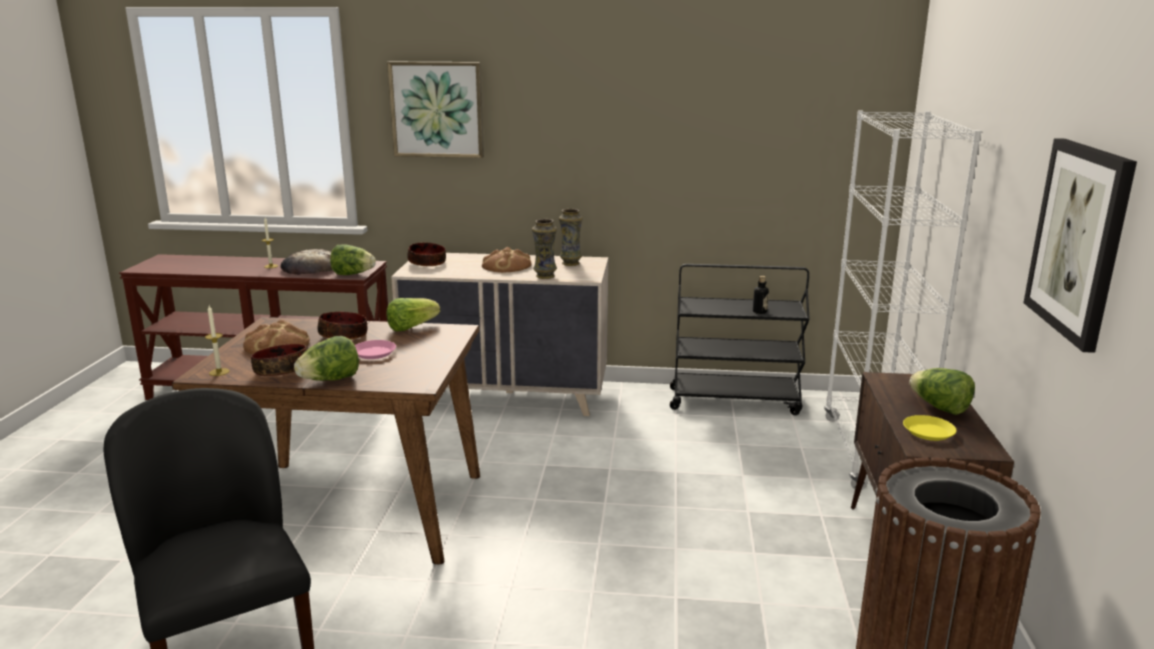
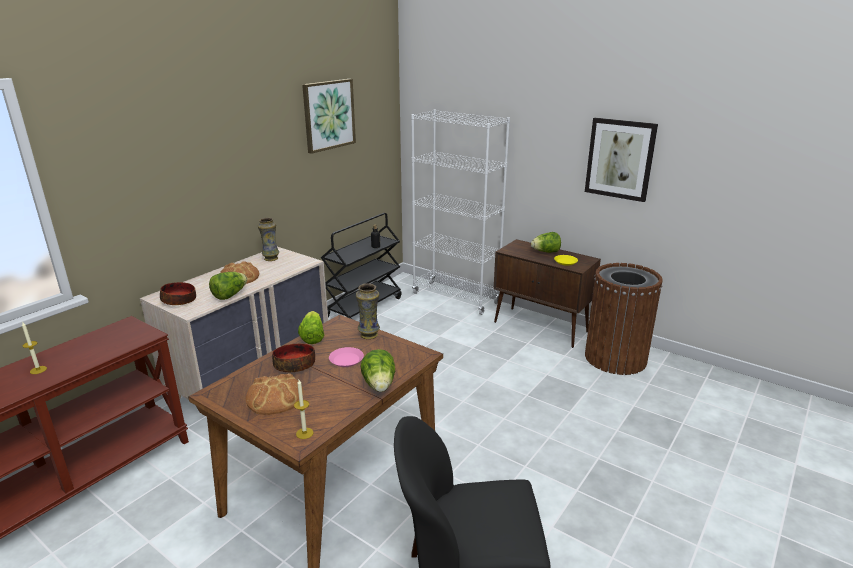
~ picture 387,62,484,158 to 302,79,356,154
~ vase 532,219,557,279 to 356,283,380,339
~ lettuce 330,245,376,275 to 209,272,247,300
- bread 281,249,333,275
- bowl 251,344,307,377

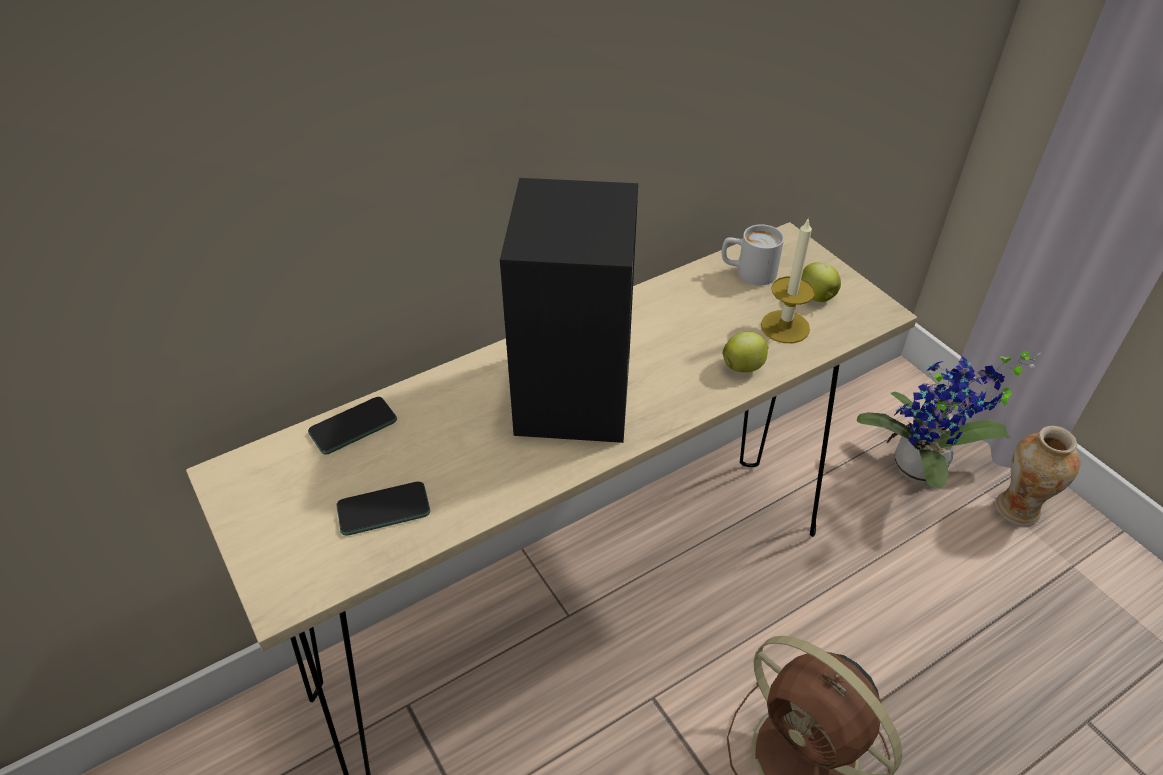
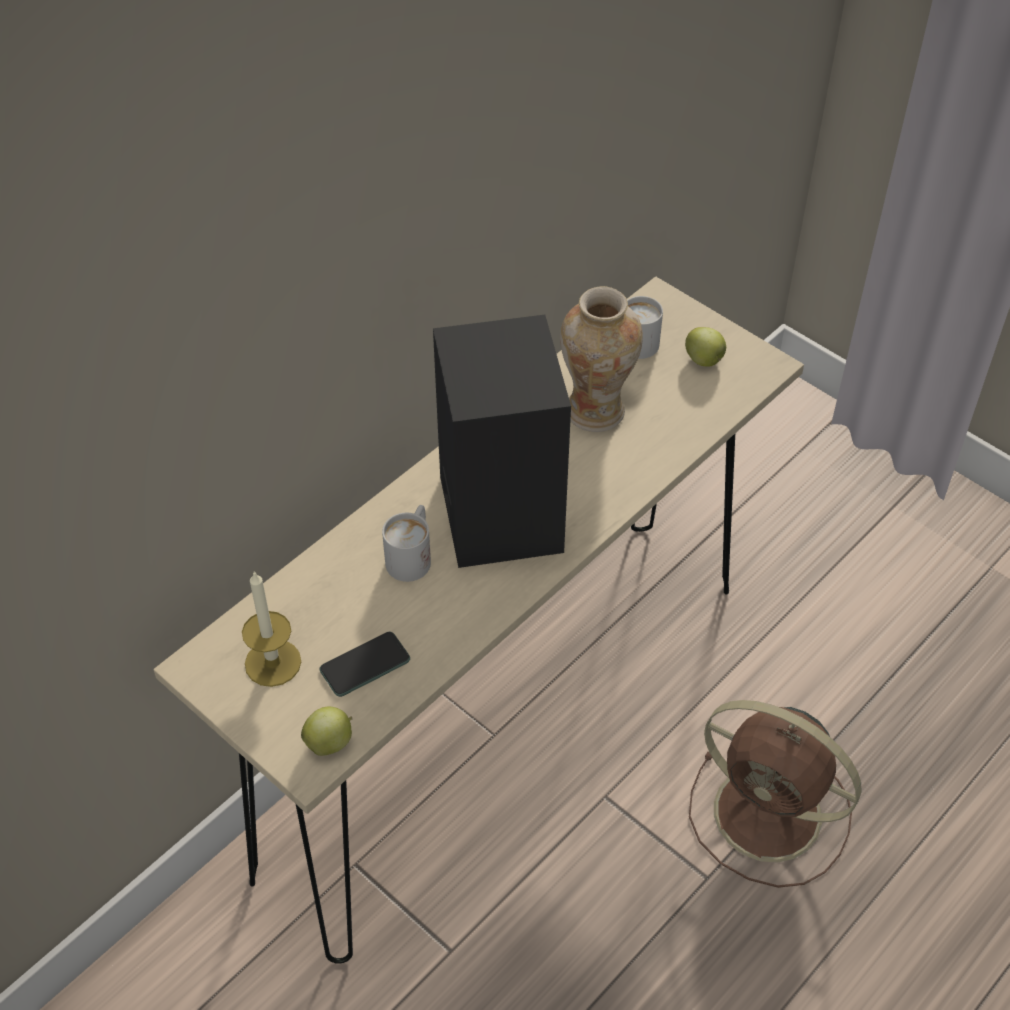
~ candle 761,217,815,343 to 242,571,301,687
~ apple 723,332,769,372 to 301,707,352,756
- potted_plant 857,351,1042,488
- phone 308,397,397,455
~ vase 995,426,1080,526 to 560,286,643,432
+ white_mug 382,505,431,582

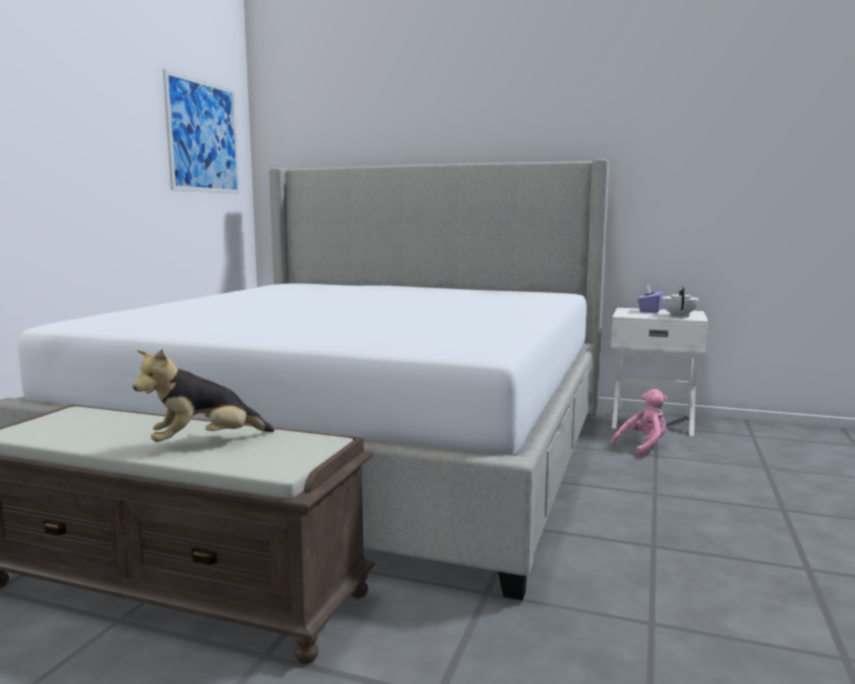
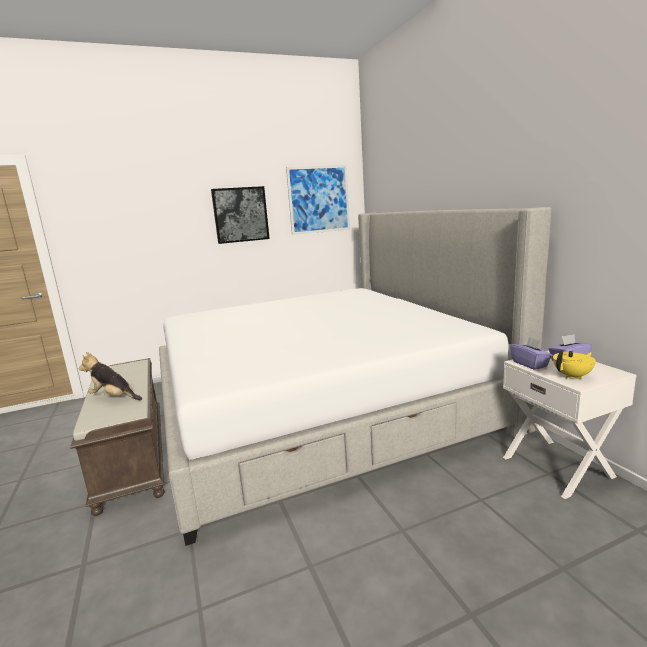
~ white_teapot 662,287,699,318 to yellow_teapot 553,350,596,380
- pink_plush_toy 611,389,667,457
+ picture 211,186,270,244
+ purple_tissue_box 510,337,552,370

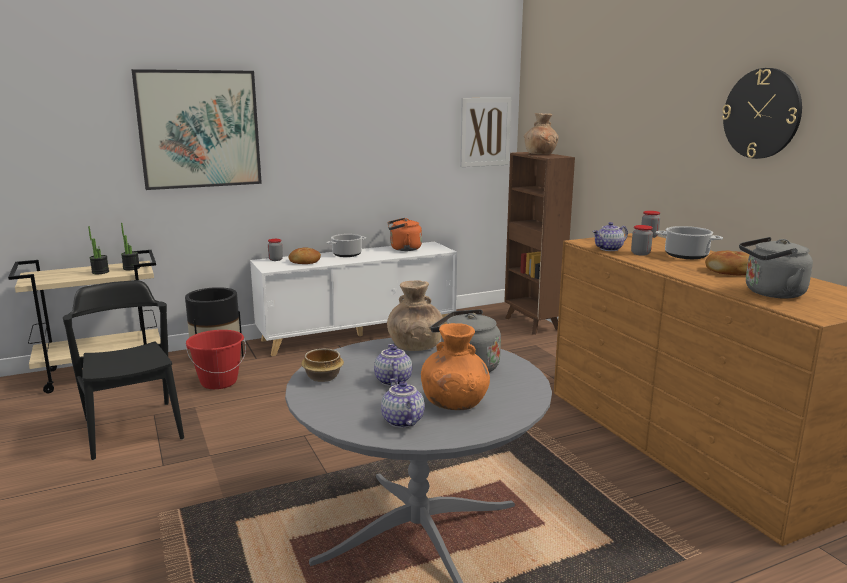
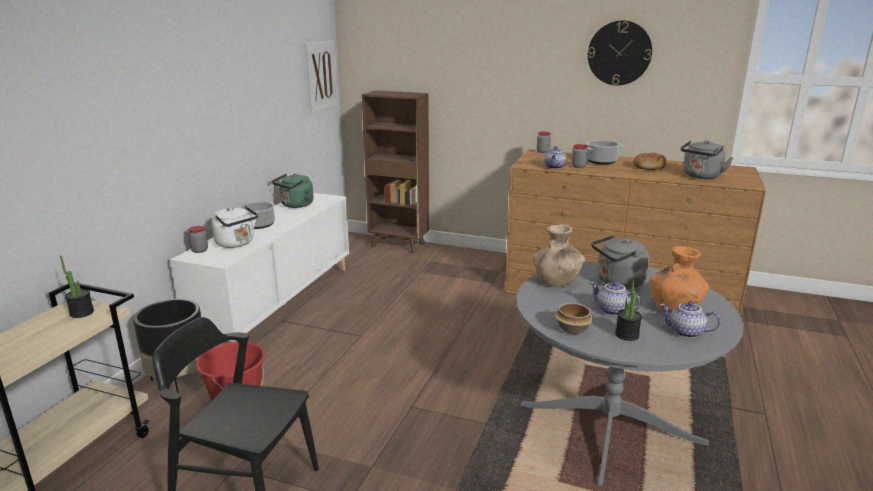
- picture 131,69,262,190
- brown_vase 524,113,559,154
~ orange_kettle 388,218,422,251 to green_kettle 272,174,313,208
~ potted_plant 88,226,109,274 to 615,275,642,341
~ bread 289,247,321,264 to white_kettle 211,206,258,248

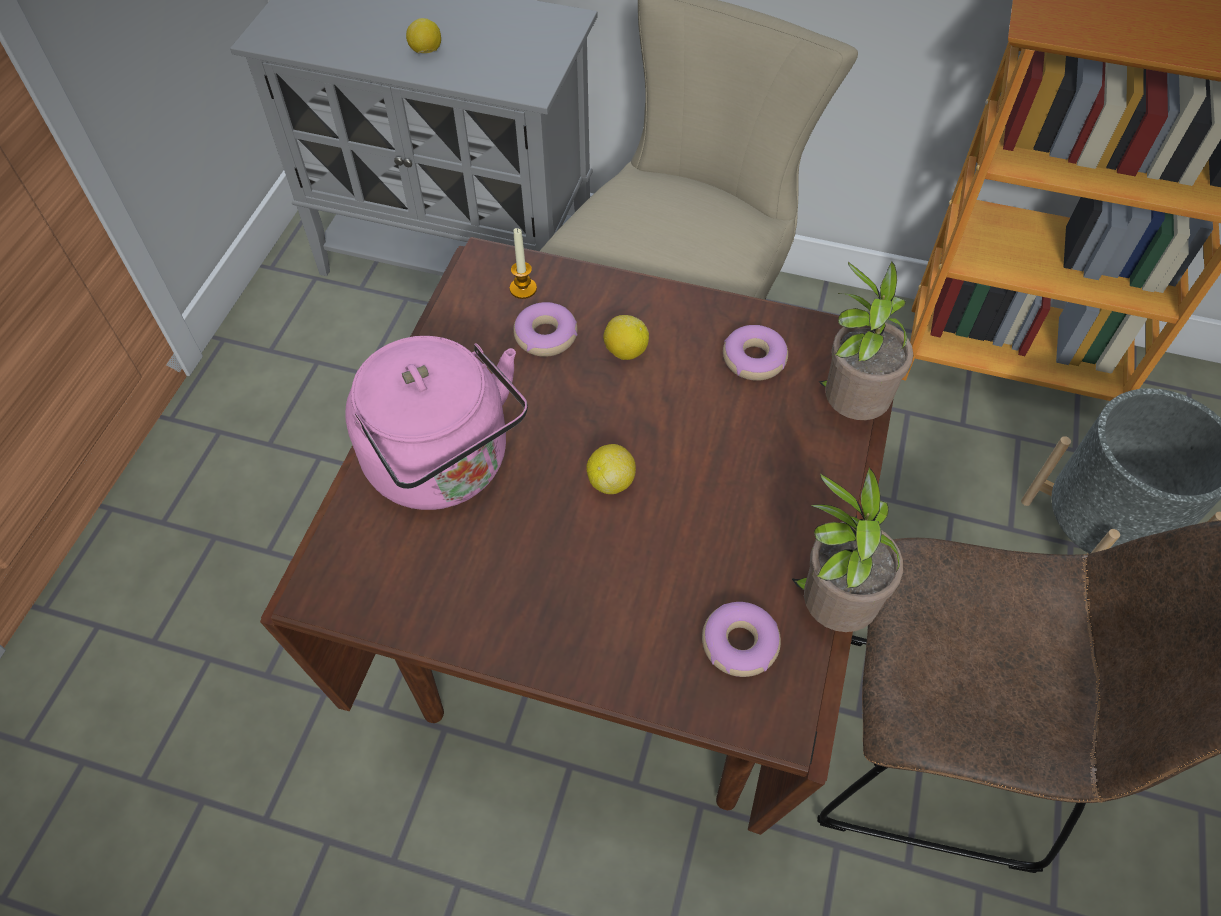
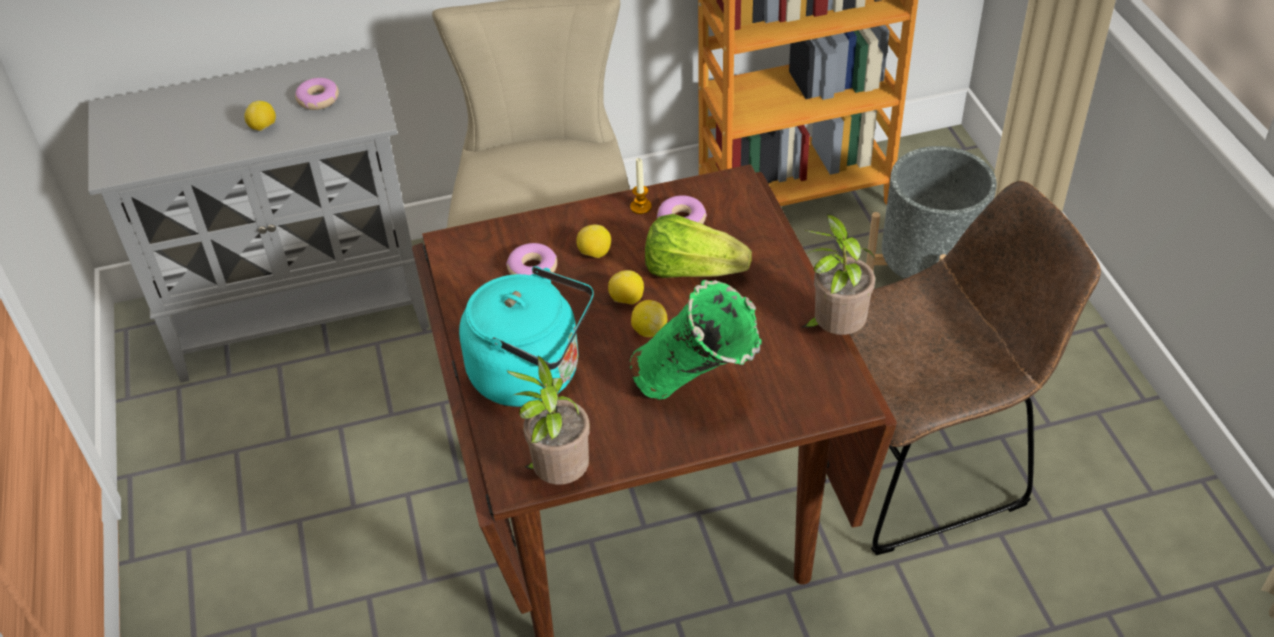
~ candle 509,228,537,299 to 630,158,652,214
~ potted_plant 818,261,913,420 to 507,356,590,485
~ pink_kettle 345,336,528,510 to turquoise_kettle 459,266,594,407
~ donut 702,602,781,677 to 295,78,339,110
+ lettuce 645,214,752,278
+ lemon 608,270,644,304
+ green_vase 630,280,762,399

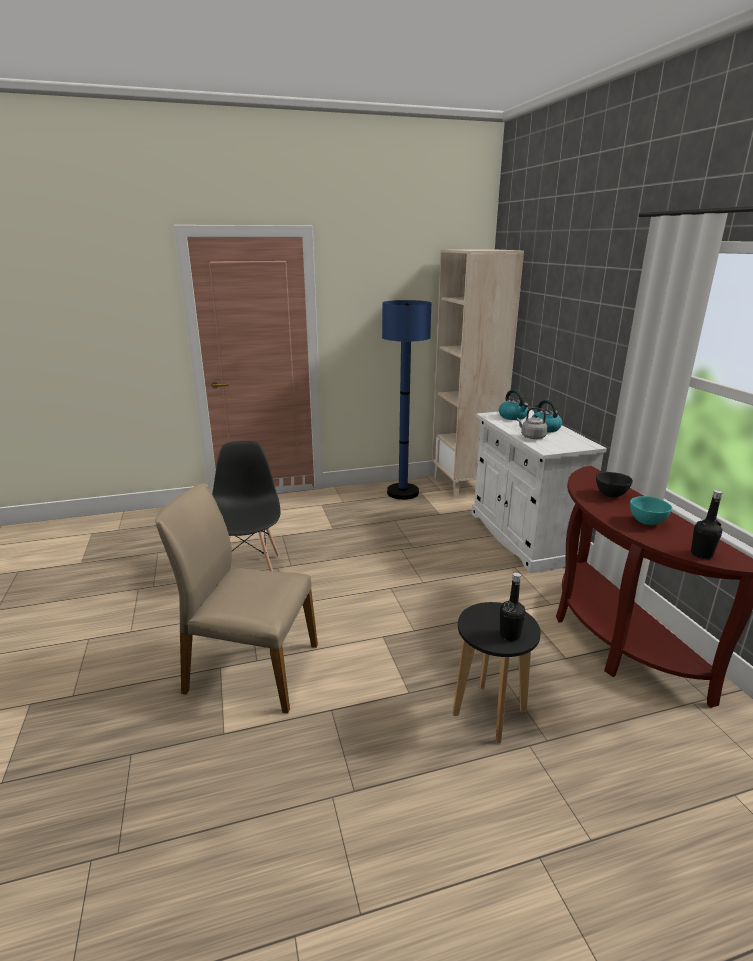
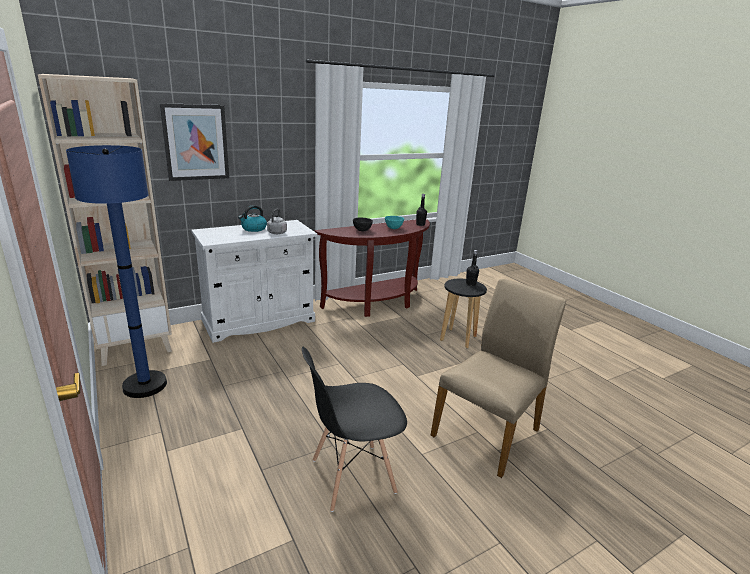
- kettle 499,390,528,420
~ beige_chair 155,483,318,714 = 431,279,566,478 135 degrees counterclockwise
+ picture 160,103,229,181

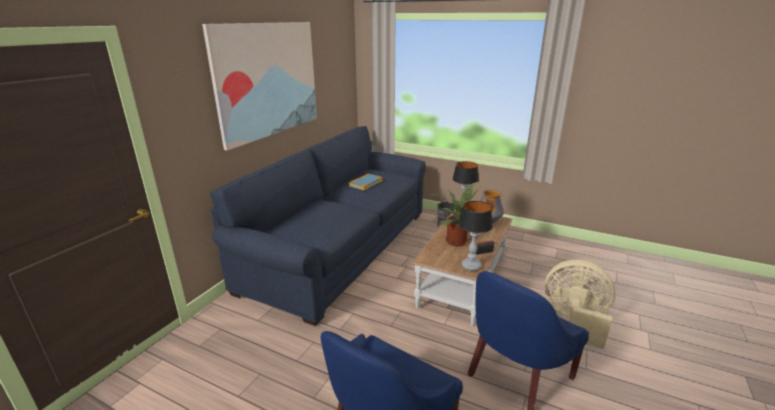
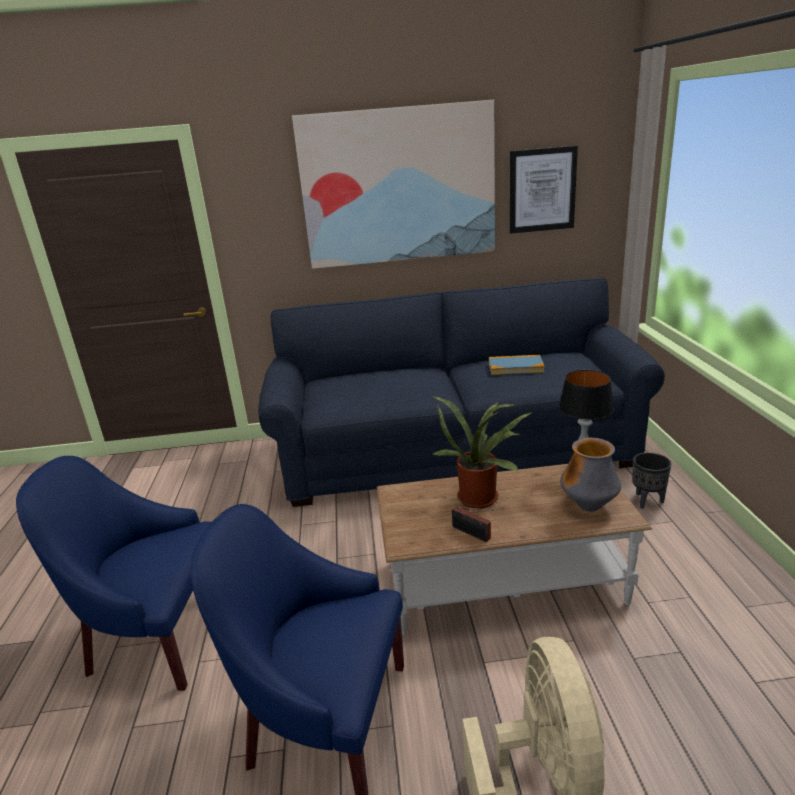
- table_lamp 459,201,493,271
+ picture 510,146,578,234

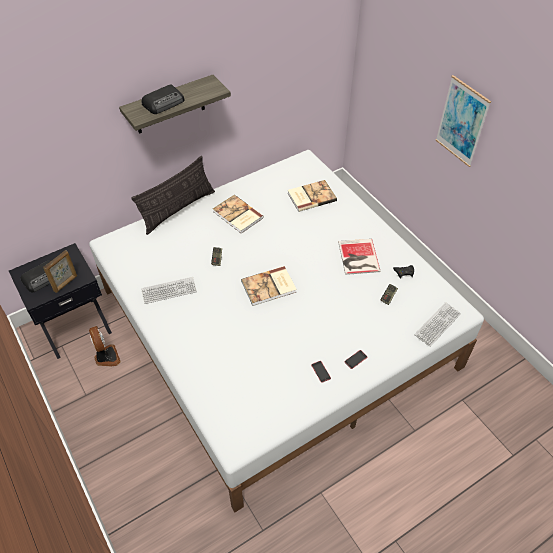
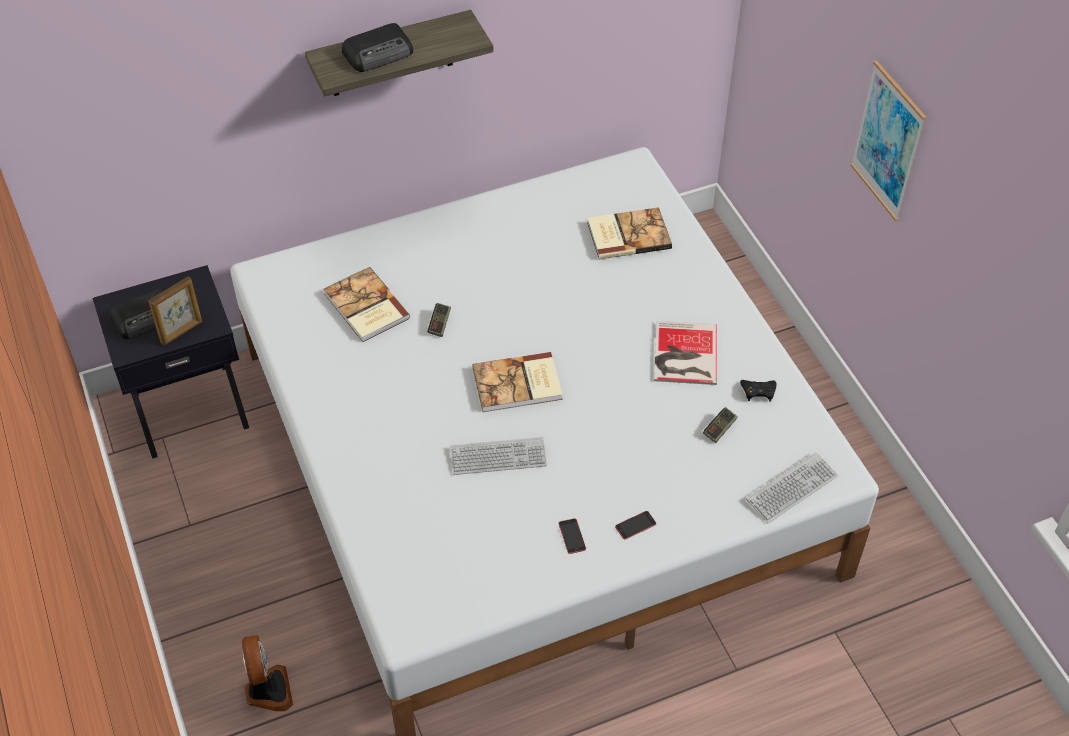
- pillow 132,156,215,235
~ book 213,195,264,234 to 324,267,410,342
~ keyboard 141,277,197,304 to 450,437,547,475
~ fan 89,326,121,366 to 242,634,293,711

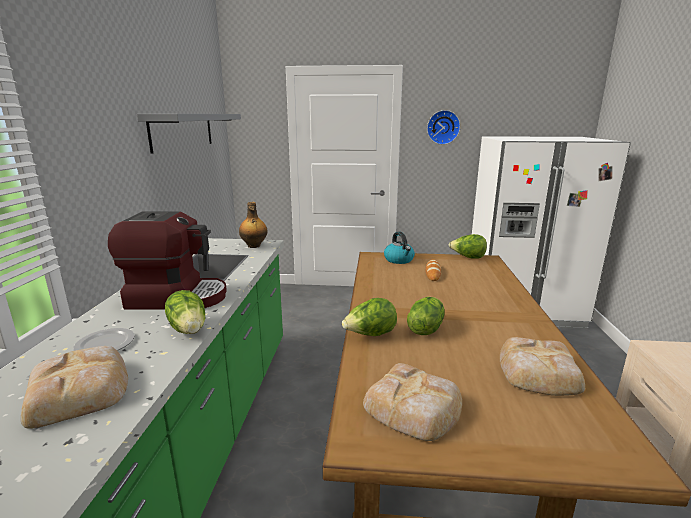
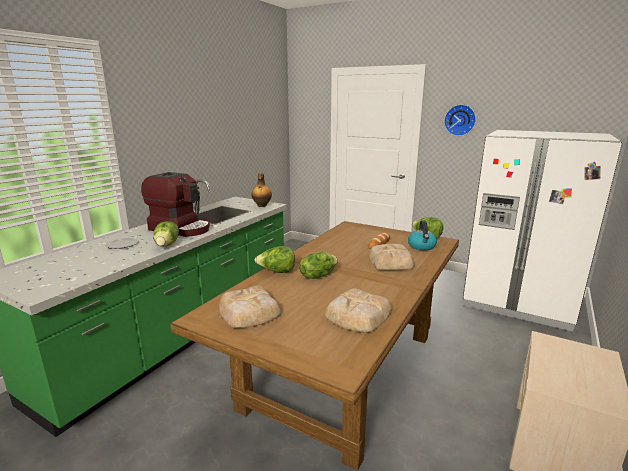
- grey_shelf 137,114,241,154
~ kettle 384,232,415,264 to 408,220,437,250
~ bread 21,346,128,429 to 369,244,415,270

